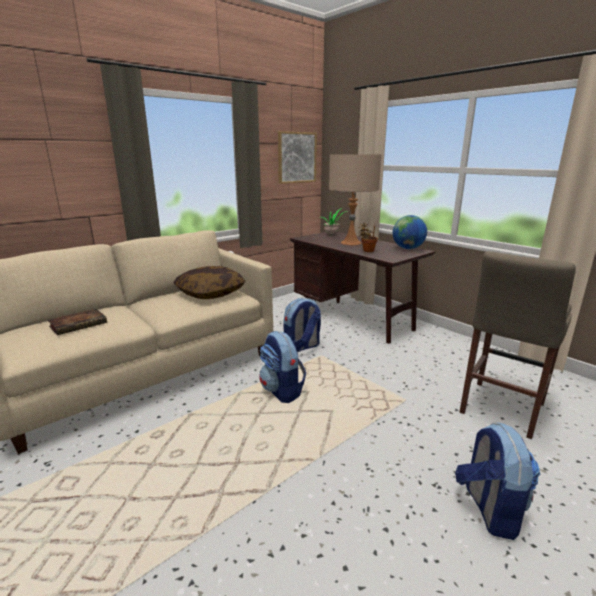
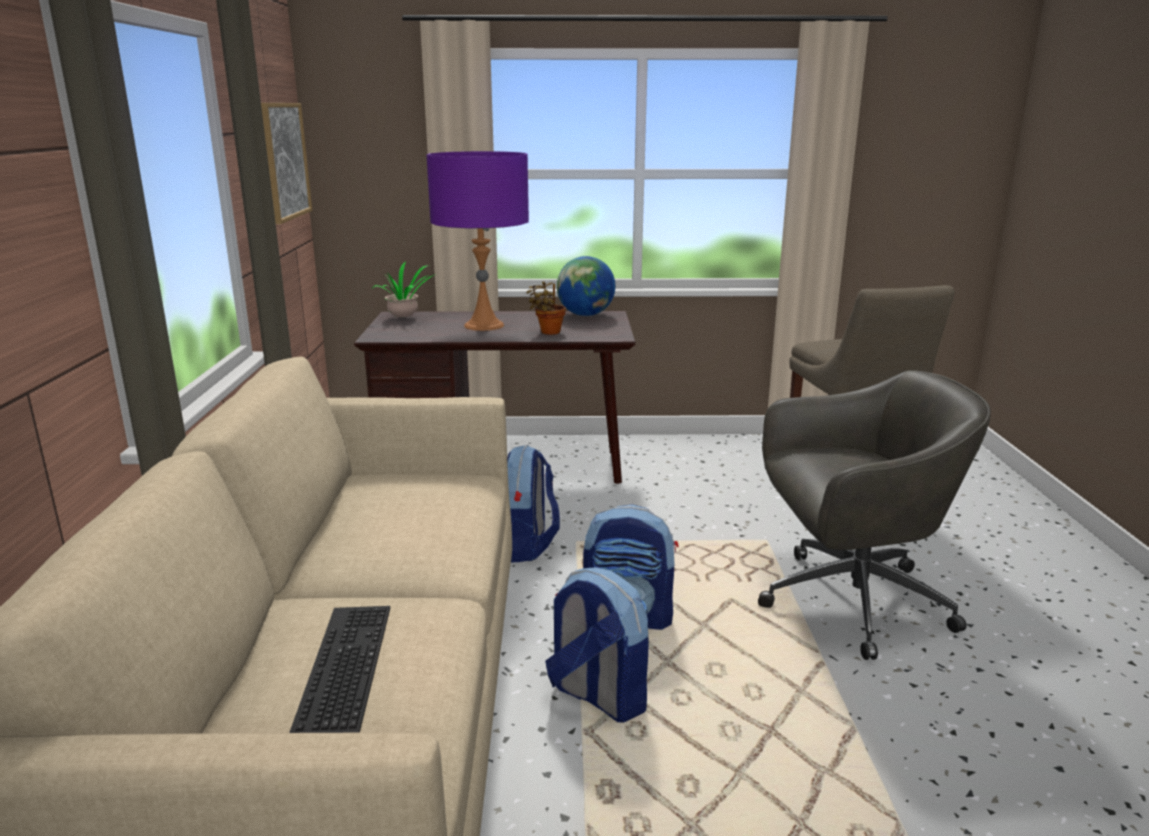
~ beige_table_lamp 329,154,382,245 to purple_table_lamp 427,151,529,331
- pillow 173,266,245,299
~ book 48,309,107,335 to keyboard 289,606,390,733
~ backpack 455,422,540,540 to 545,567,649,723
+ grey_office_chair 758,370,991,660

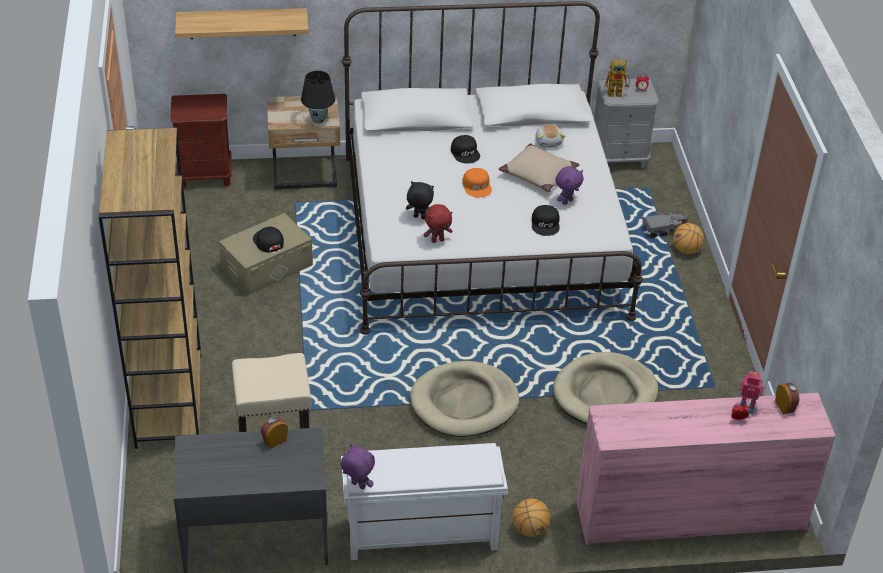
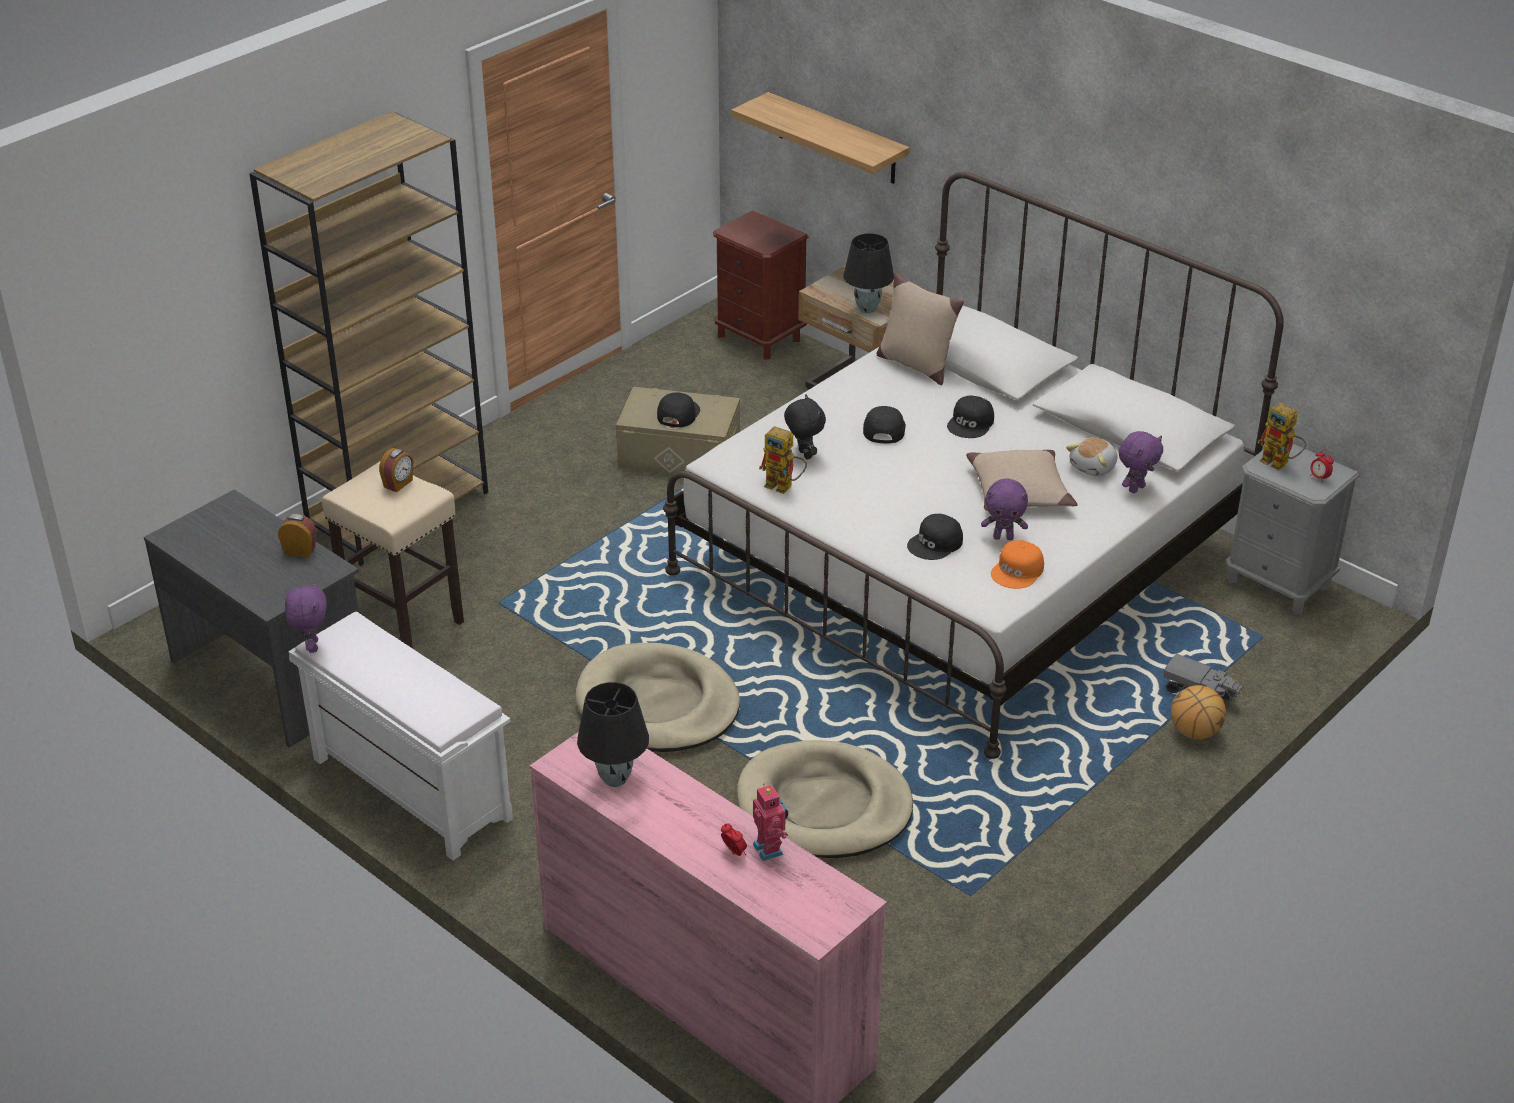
~ orange_cap 463,168,492,197 to 991,540,1044,589
~ red_plush_toy 423,204,452,243 to toy_robot 759,426,807,494
~ alarm_clock 775,382,800,414 to 379,448,413,492
- basketball 512,498,550,537
+ beige_pillow 877,273,964,385
+ black_cap 863,406,906,443
+ purple_plush_toy 1119,431,1163,493
+ black_table_lamp 577,682,649,787

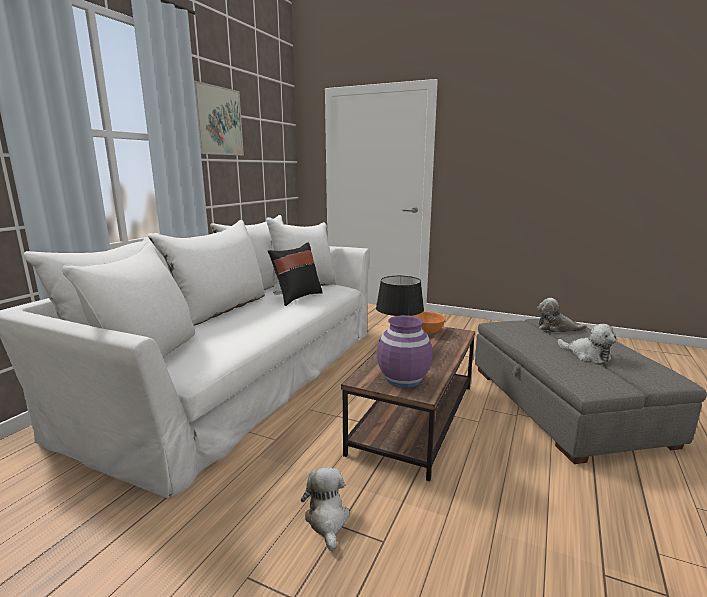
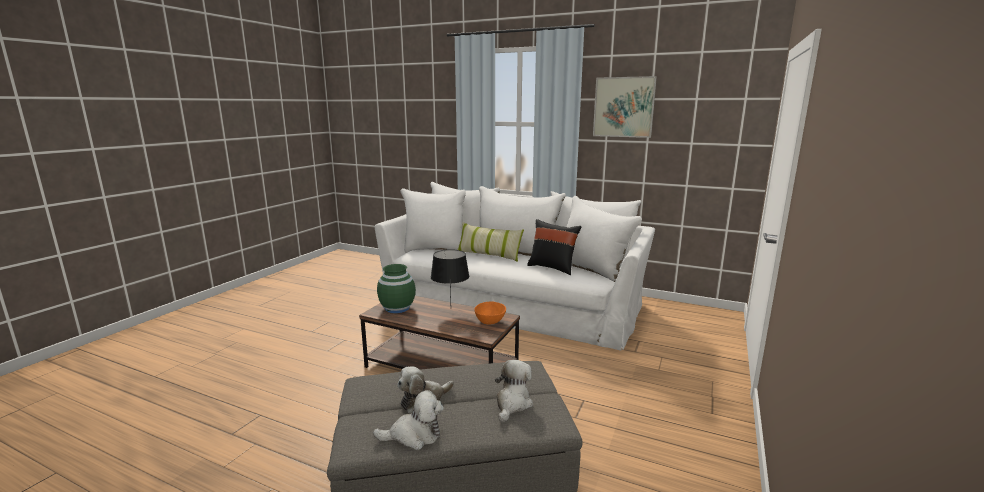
~ purple_vase 377,315,432,387 to green_vase 377,264,416,313
~ plush_toy 301,467,350,551 to 373,390,444,450
+ pillow 457,222,524,262

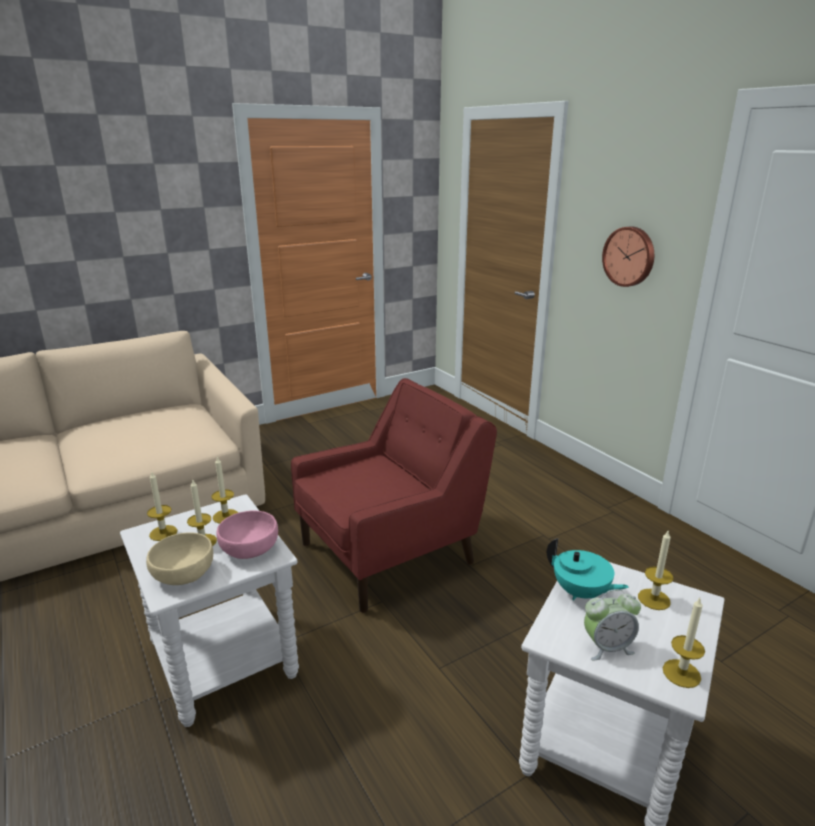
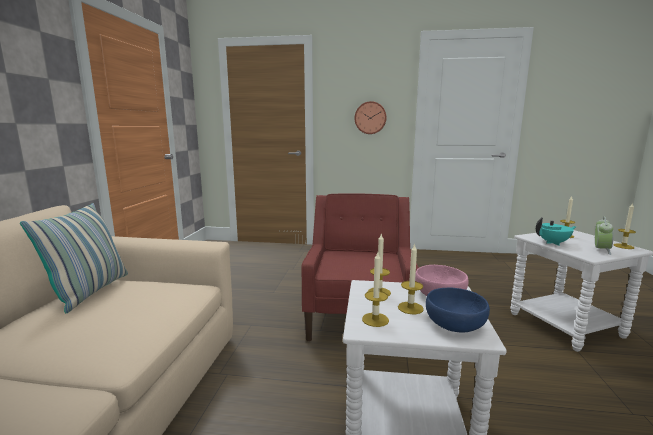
~ beige_bowl 146,532,213,585 to blue_bowl 426,287,490,333
+ pillow 20,203,128,313

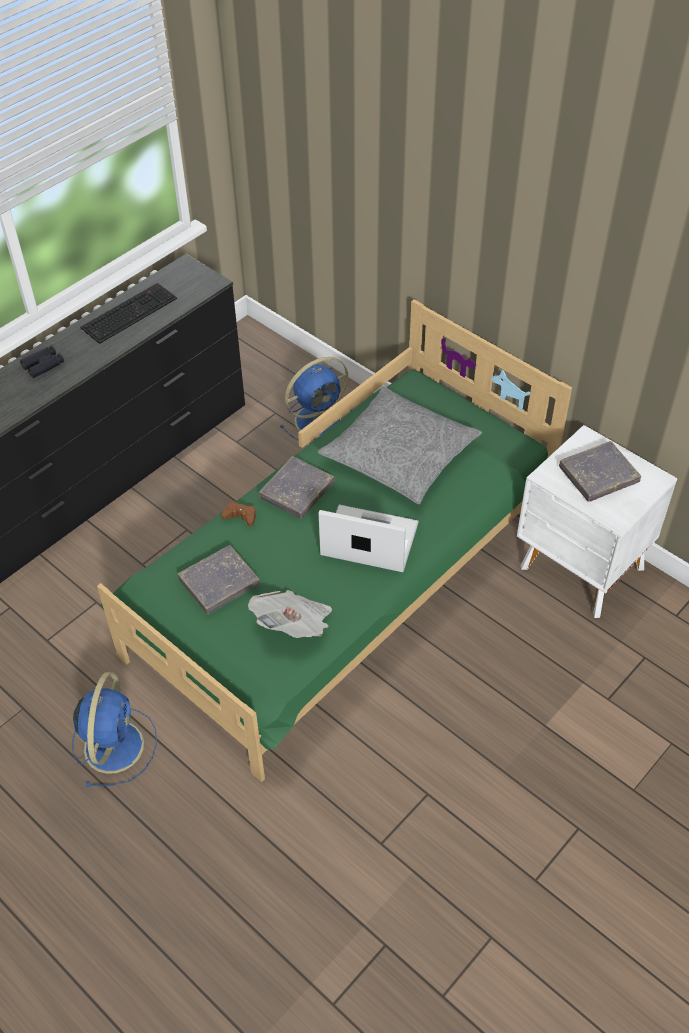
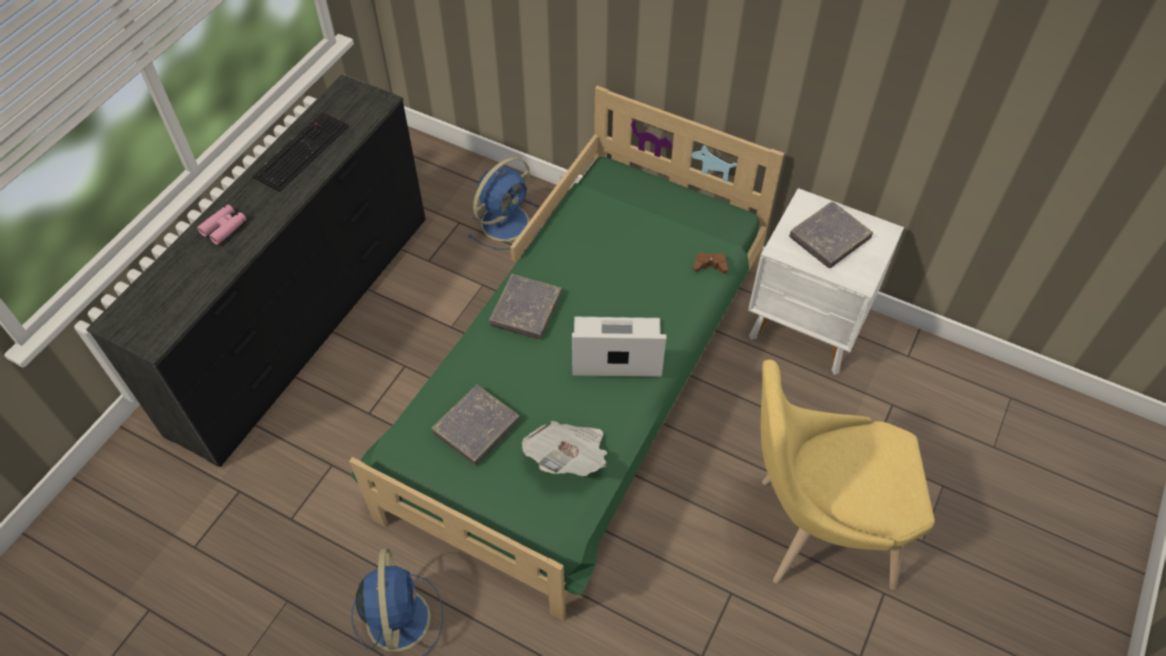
~ black_binoculars 20,346,64,378 to pink_binoculars 197,204,246,245
- grey_pillow 318,387,482,504
~ brown_game_controller 221,501,256,526 to 693,252,728,274
+ yellow_chair 761,360,935,590

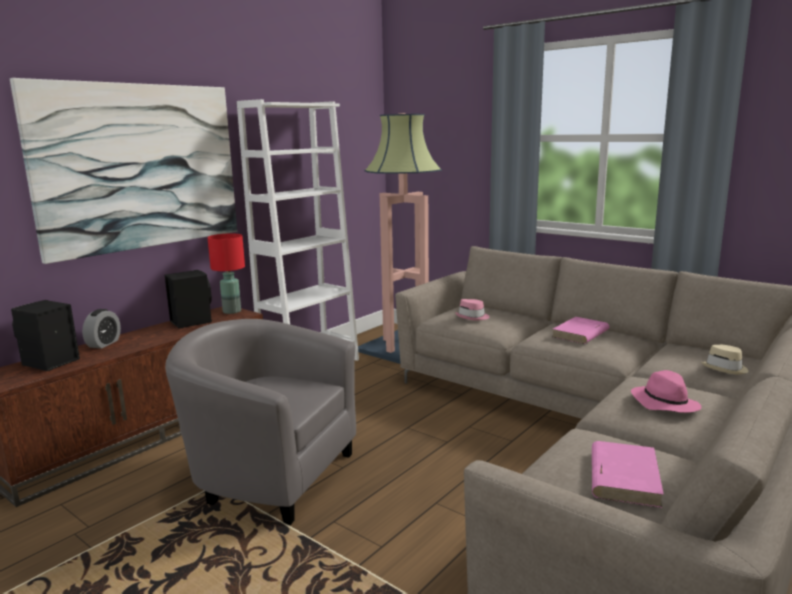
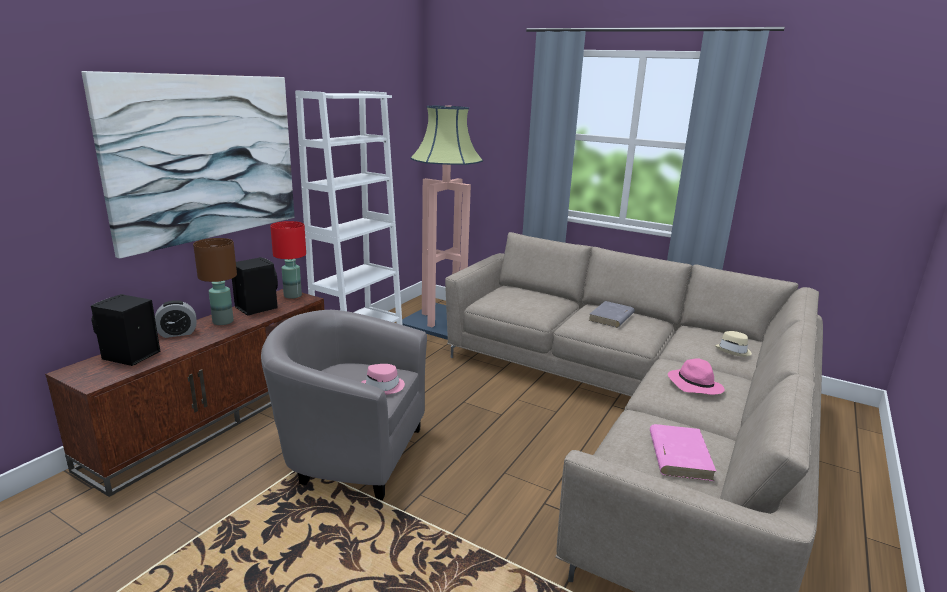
~ pink_hat 455,299,489,321 to 362,364,405,395
~ alarm_clock 82,309,121,349 = 155,300,197,338 60 degrees clockwise
~ pink_book 552,317,609,344 to grey_book 588,301,635,328
+ brown_table_lamp 193,238,237,325

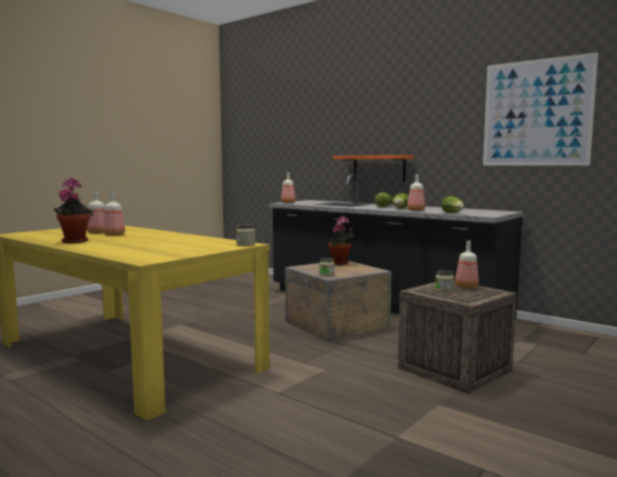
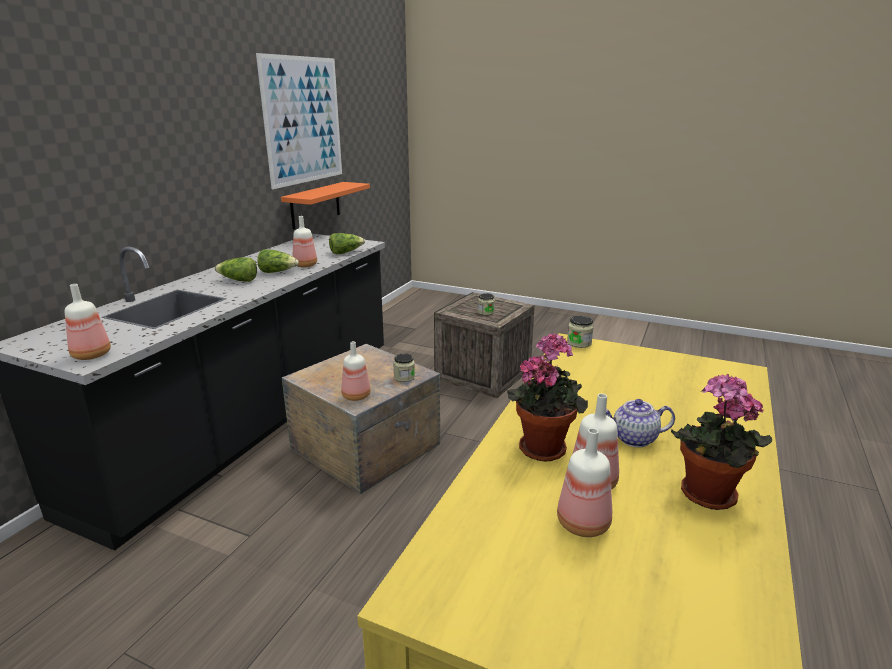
~ orange_shelf 333,155,414,181 to 281,182,370,229
~ potted_plant 328,216,354,265 to 507,333,588,462
~ bottle 455,241,479,289 to 341,341,371,401
+ teapot 606,399,675,447

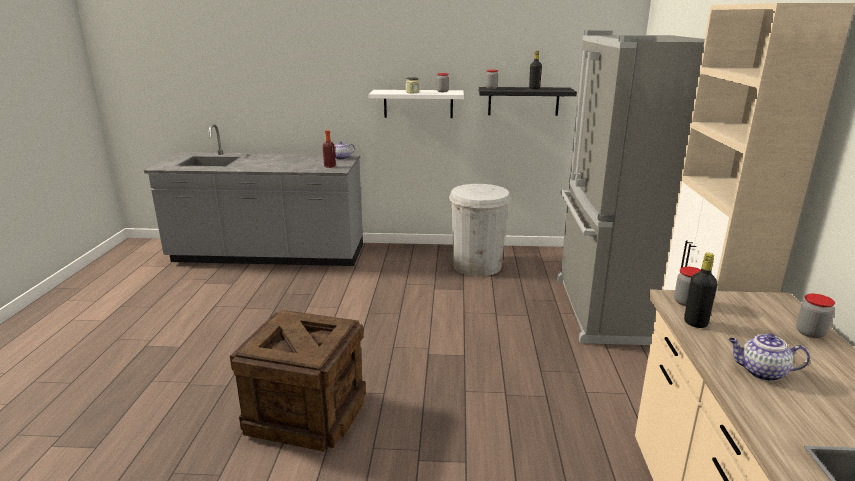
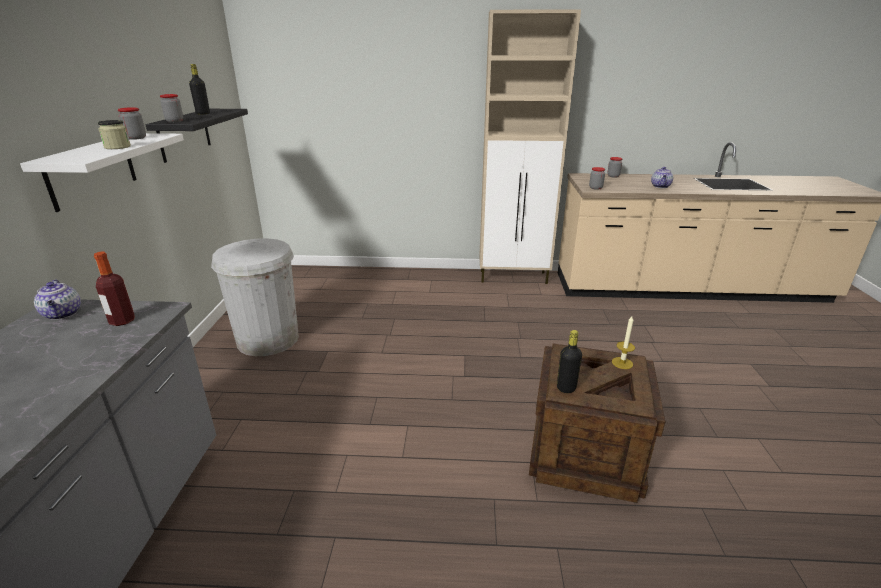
- grey_fridge 557,30,705,345
~ black_bottle 684,253,718,328 to 557,330,582,393
+ candle 612,316,635,369

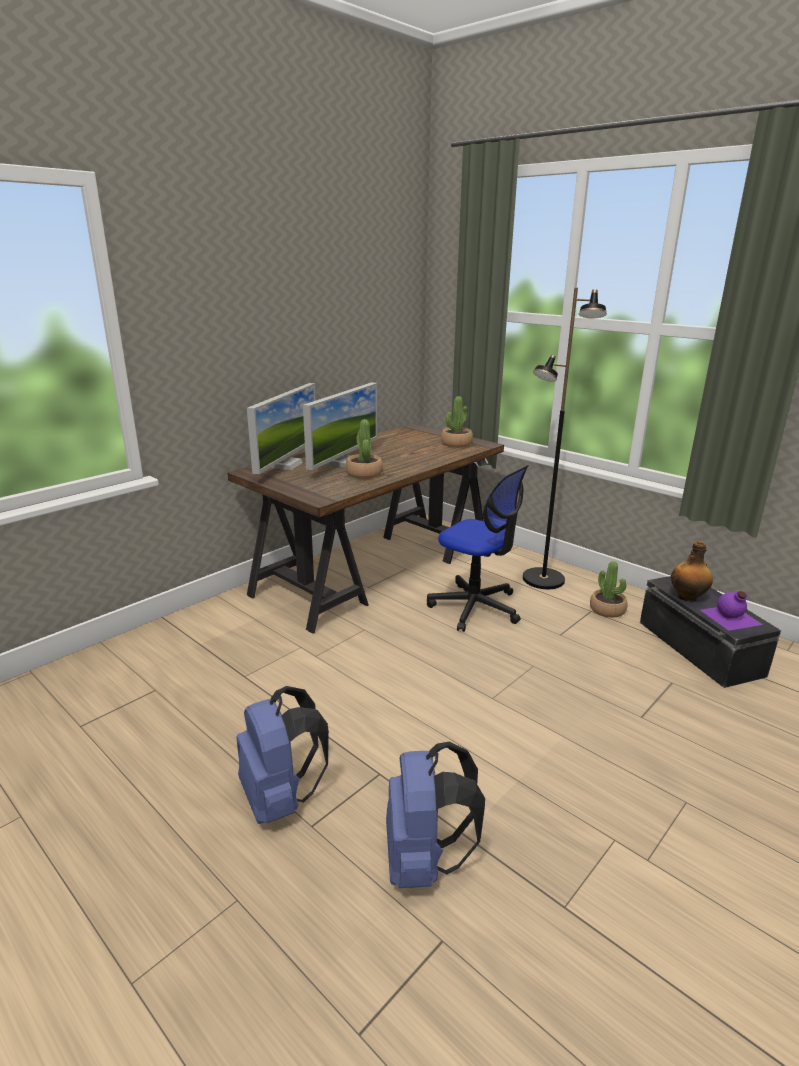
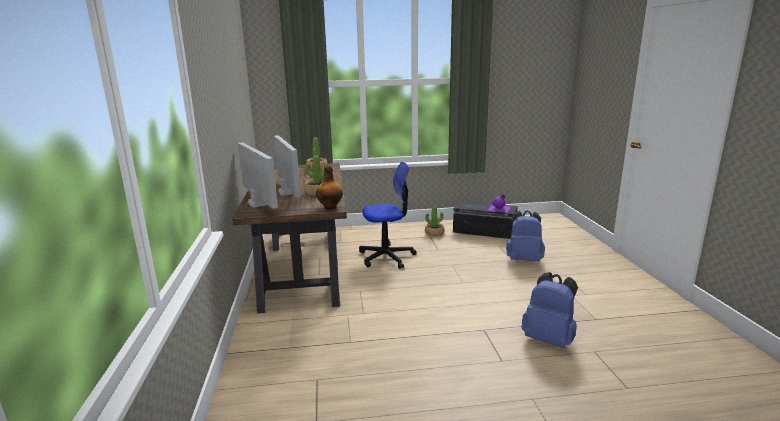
- black_floor_lamp 523,288,607,589
~ bottle 671,541,713,602 to 316,165,343,210
~ blue_backpack 236,686,329,824 to 506,210,545,261

